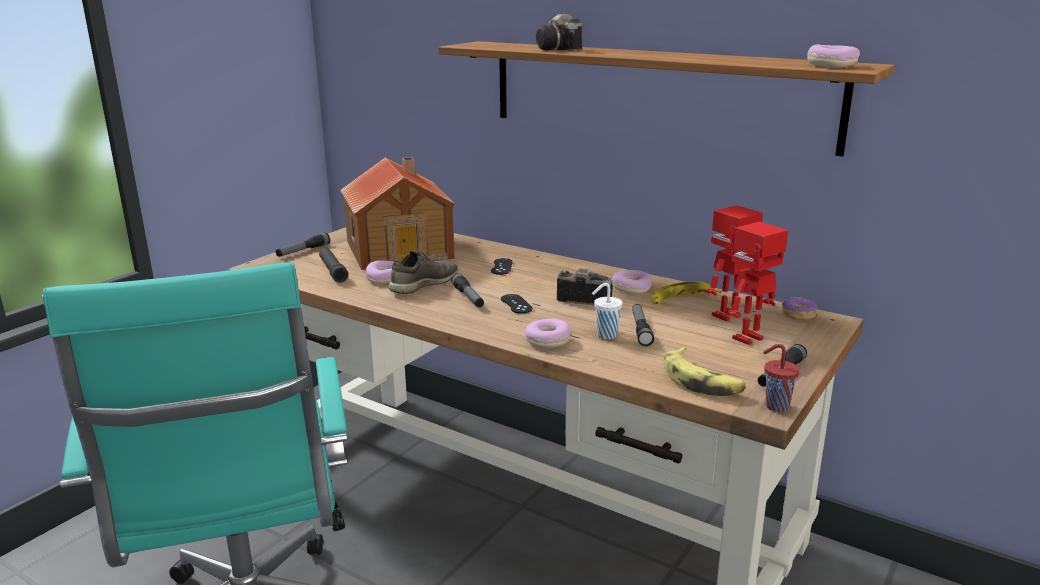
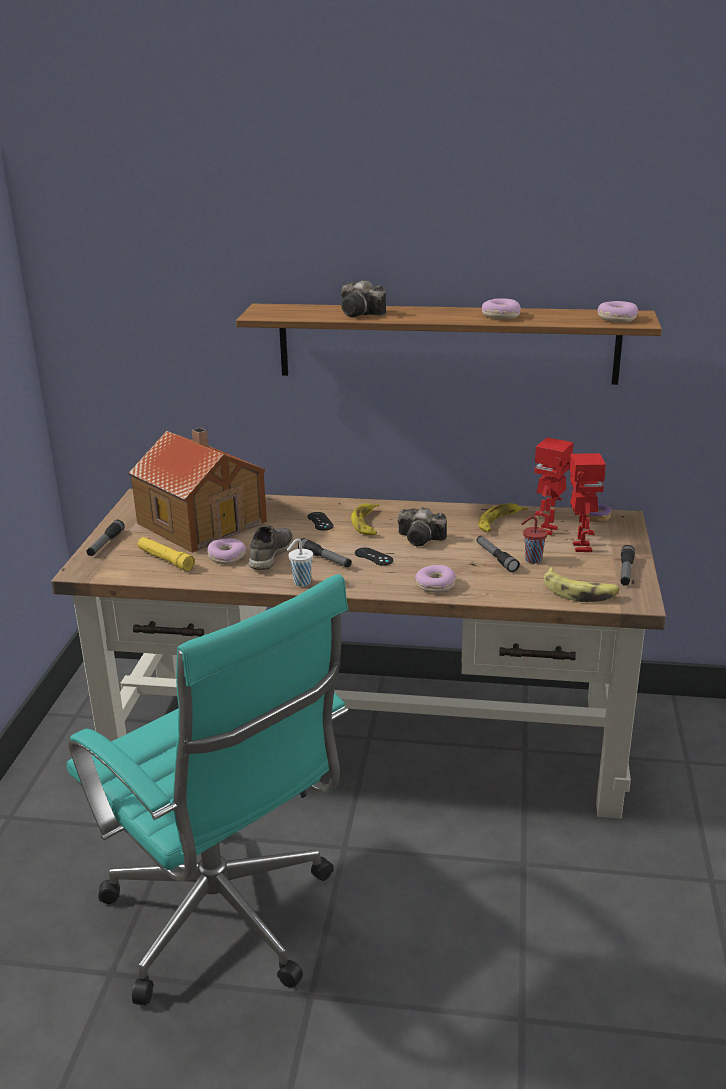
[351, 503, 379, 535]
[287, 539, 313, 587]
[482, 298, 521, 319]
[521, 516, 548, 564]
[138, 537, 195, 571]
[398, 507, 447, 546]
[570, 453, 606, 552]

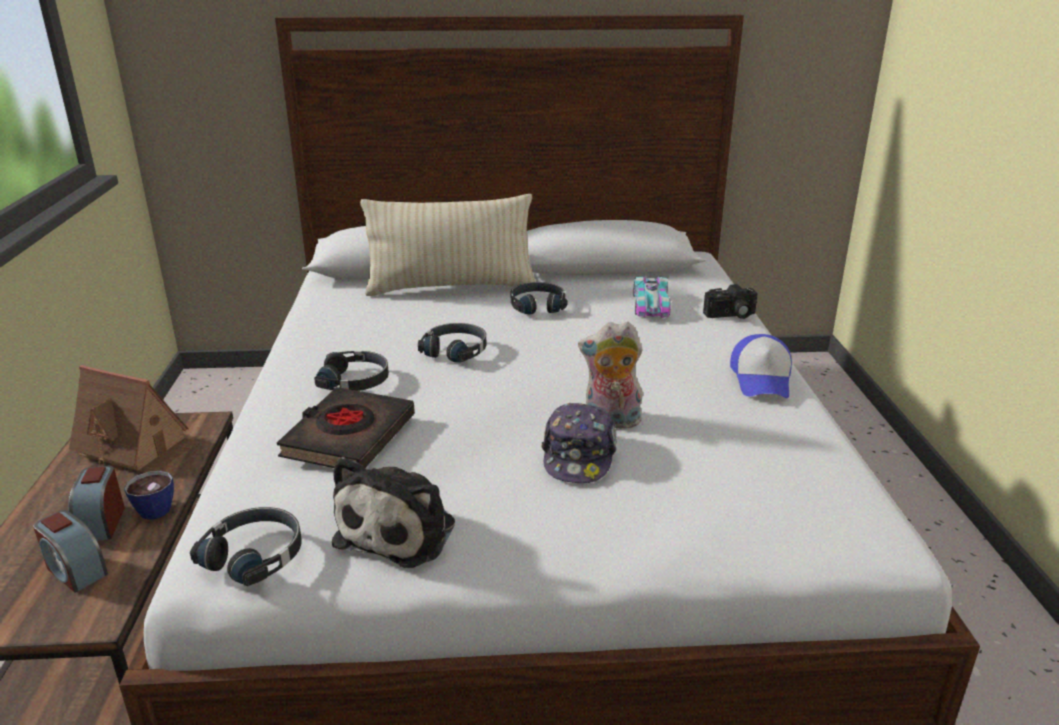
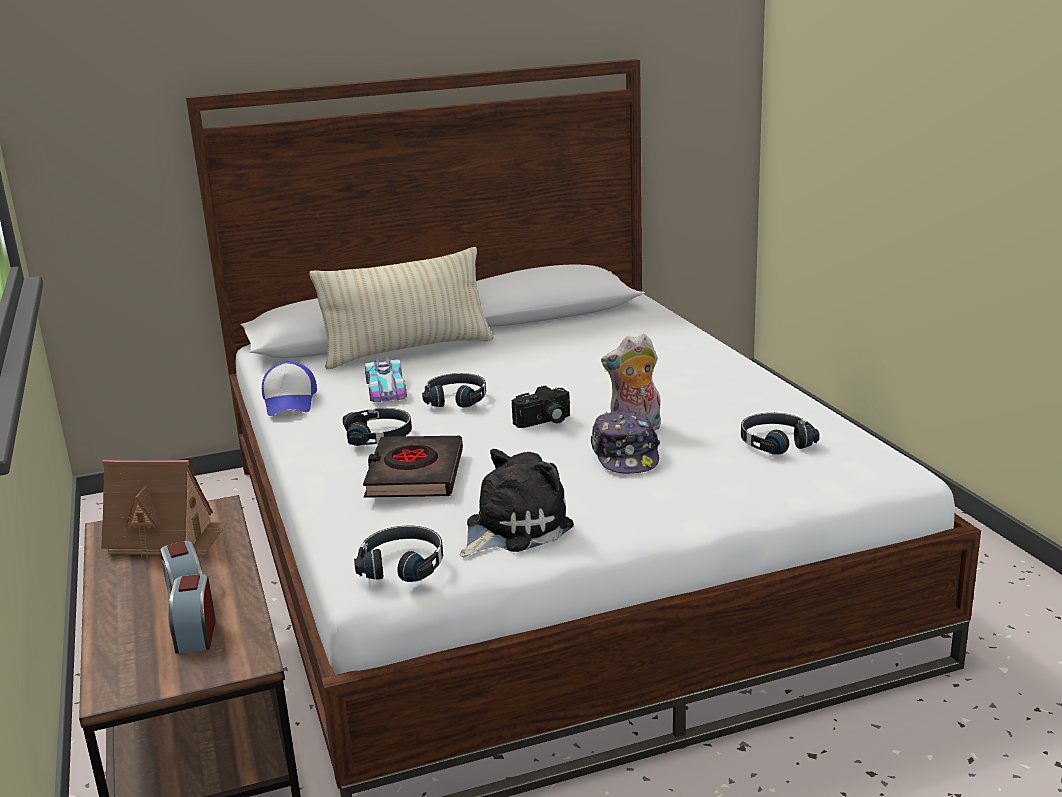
[124, 471, 174, 520] (first image)
[741, 413, 819, 455]
[365, 358, 407, 402]
[512, 386, 570, 428]
[262, 362, 317, 416]
[168, 574, 216, 654]
[460, 449, 574, 557]

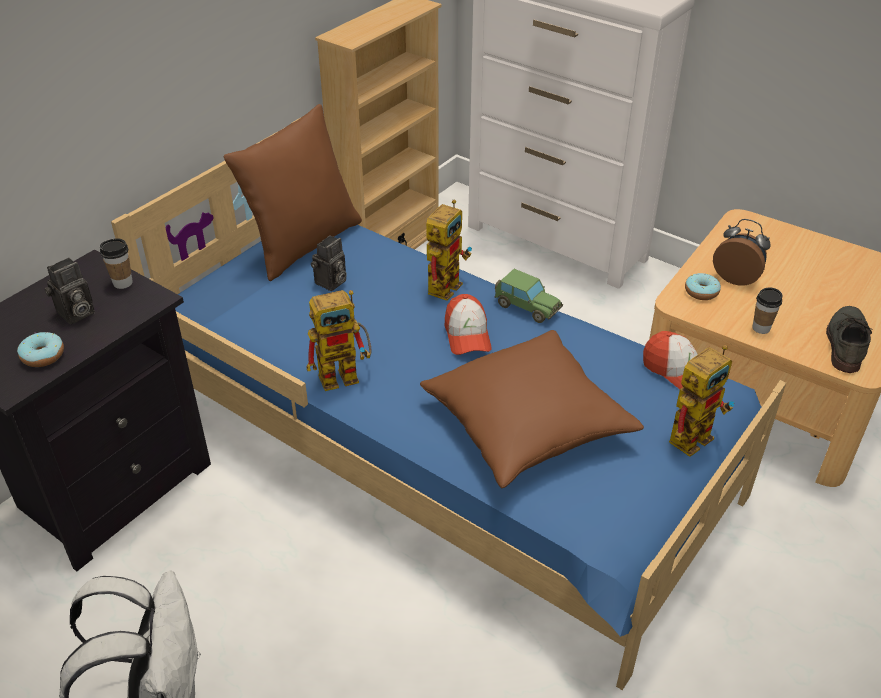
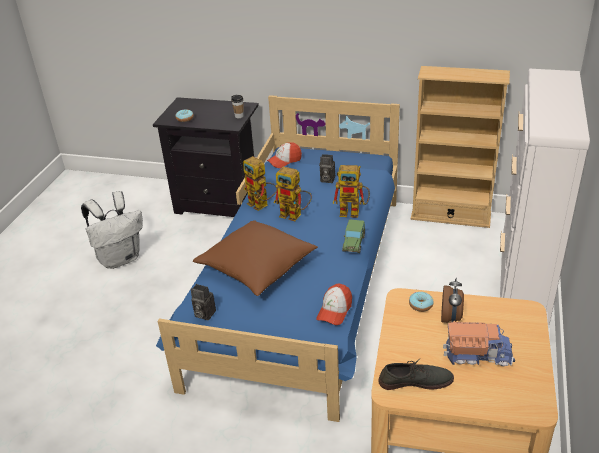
[223, 104, 362, 281] (first image)
[753, 287, 782, 334] (first image)
[443, 322, 515, 366]
[191, 284, 216, 320]
[267, 142, 302, 168]
[274, 167, 312, 221]

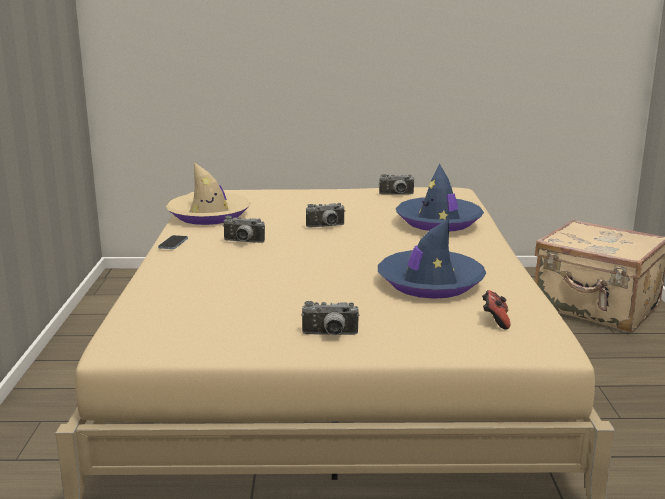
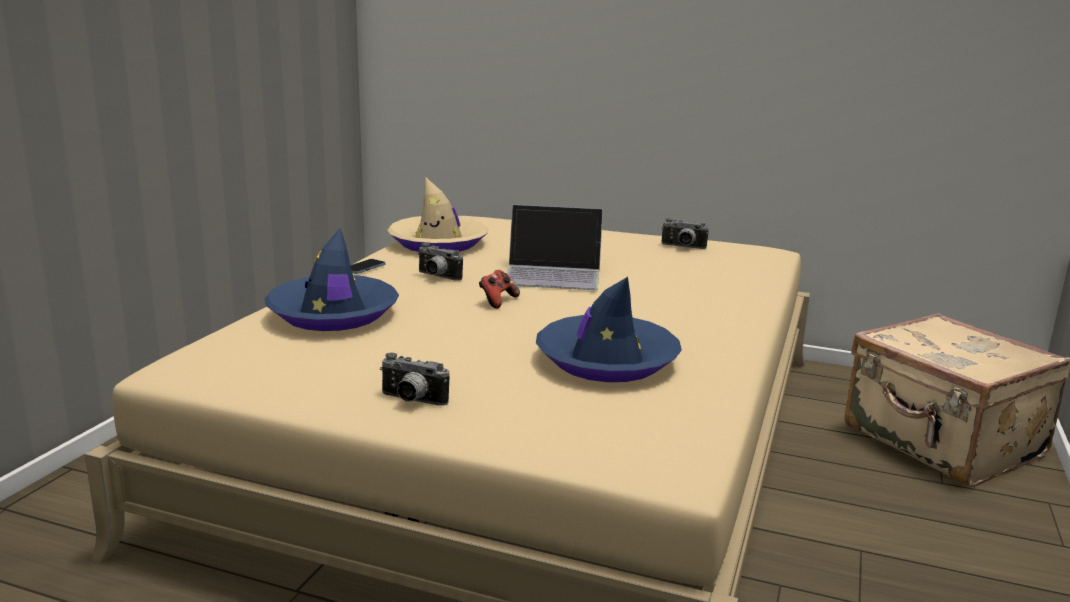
[264, 227, 399, 331]
[479, 270, 520, 309]
[506, 204, 603, 290]

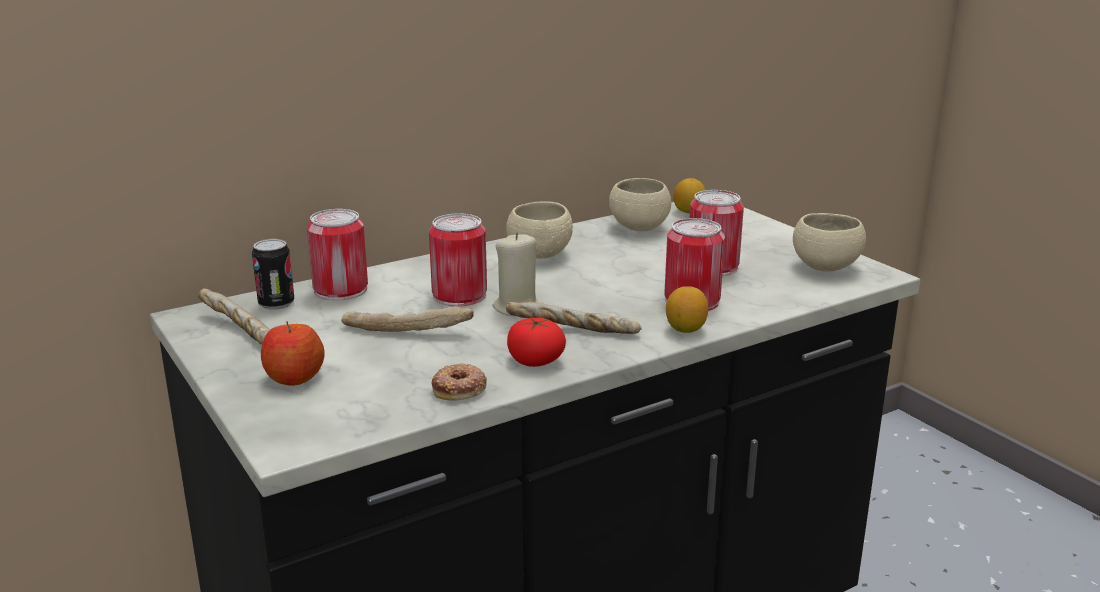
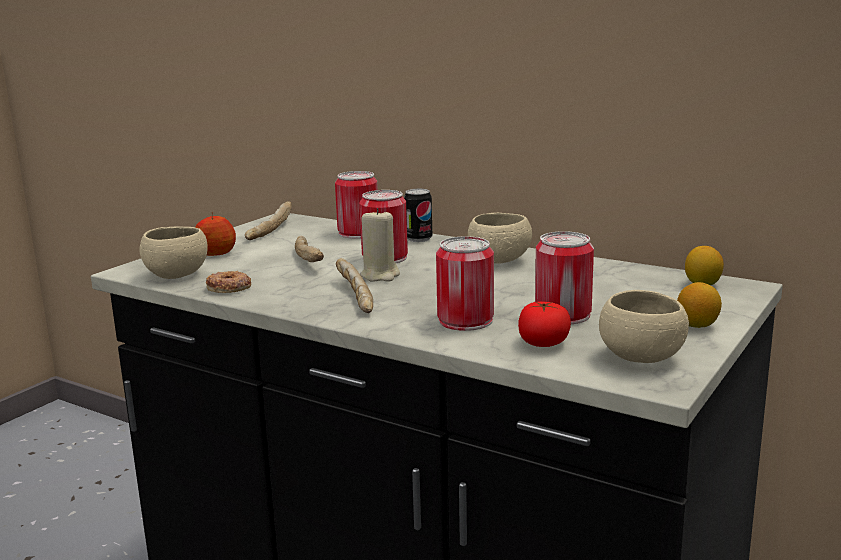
[404, 189, 432, 242]
[518, 302, 571, 347]
[139, 227, 208, 279]
[677, 282, 722, 328]

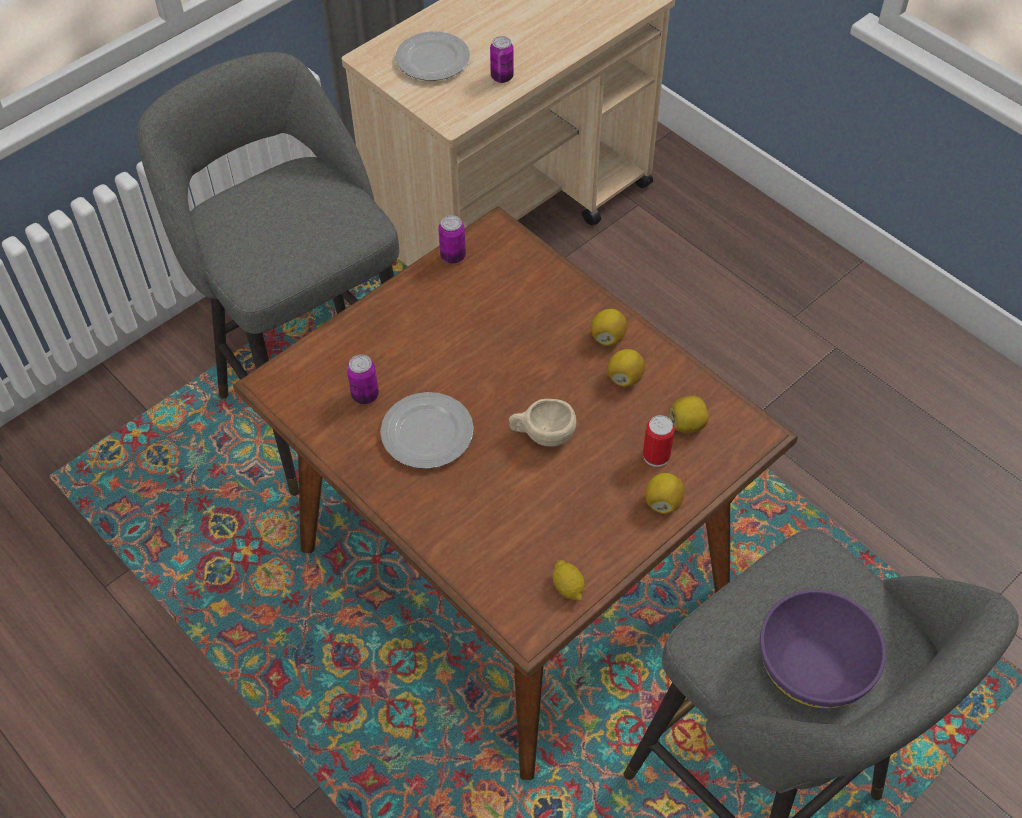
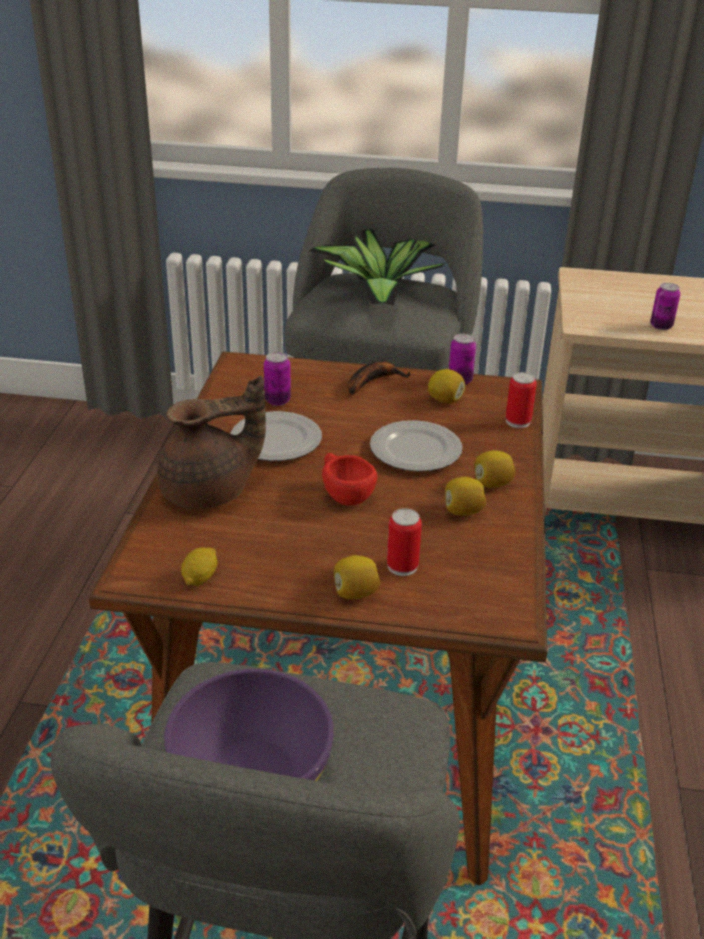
[157, 376, 266, 509]
[309, 229, 448, 305]
[347, 361, 411, 394]
[506, 372, 537, 428]
[370, 420, 462, 472]
[428, 369, 465, 403]
[322, 453, 377, 506]

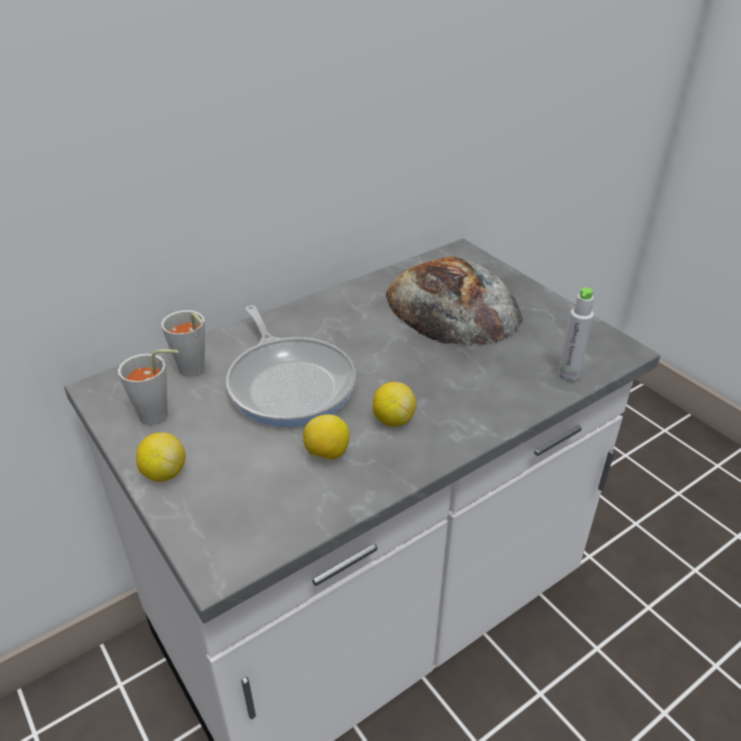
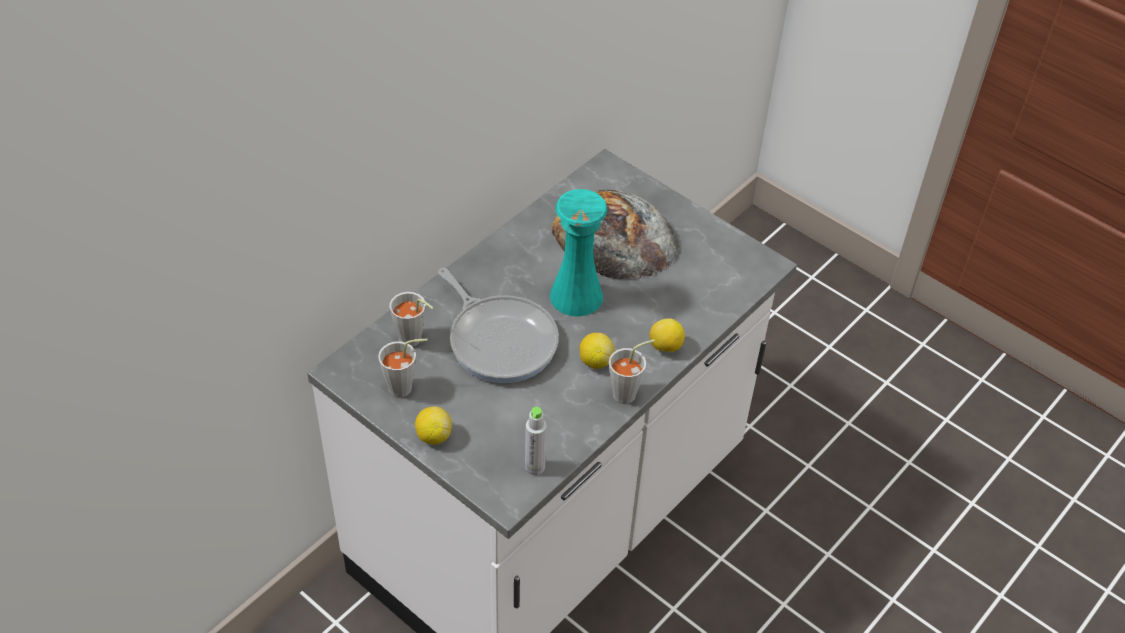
[550, 189, 607, 317]
[609, 339, 655, 404]
[650, 318, 685, 352]
[525, 407, 547, 475]

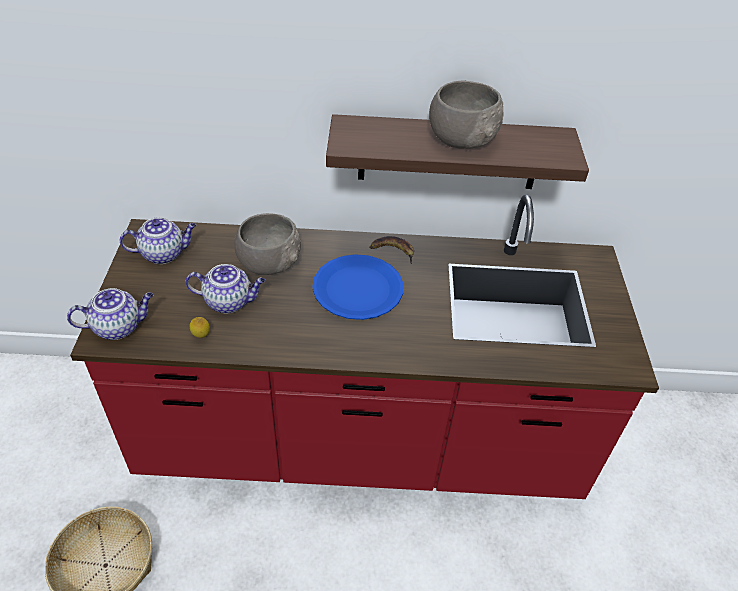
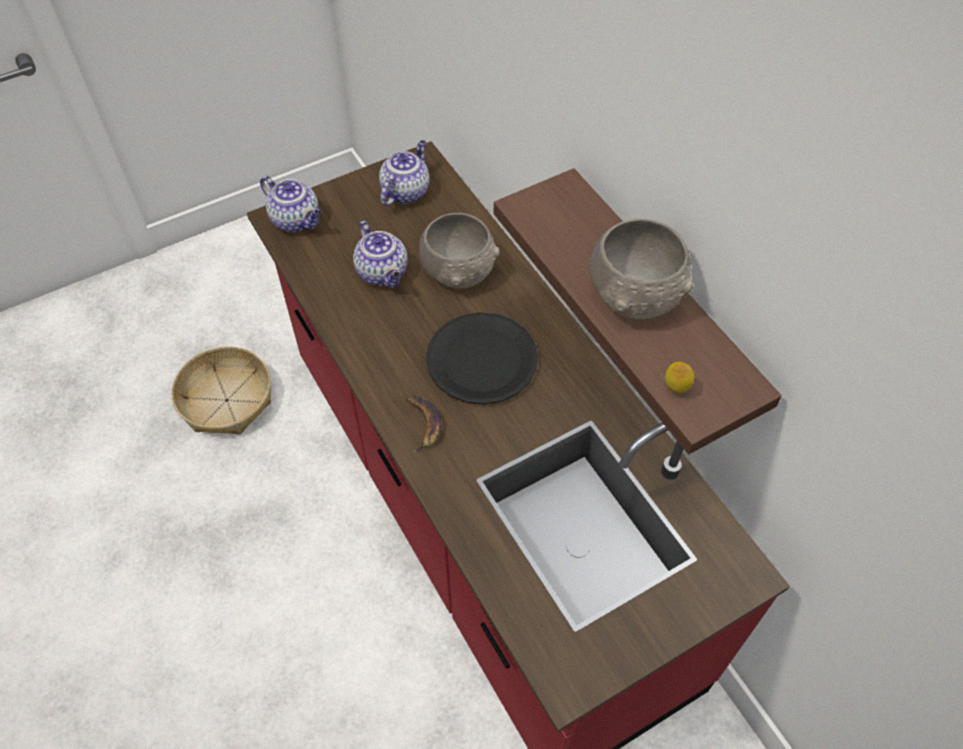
[665, 362, 694, 393]
[406, 396, 441, 453]
[426, 312, 538, 404]
[379, 140, 430, 206]

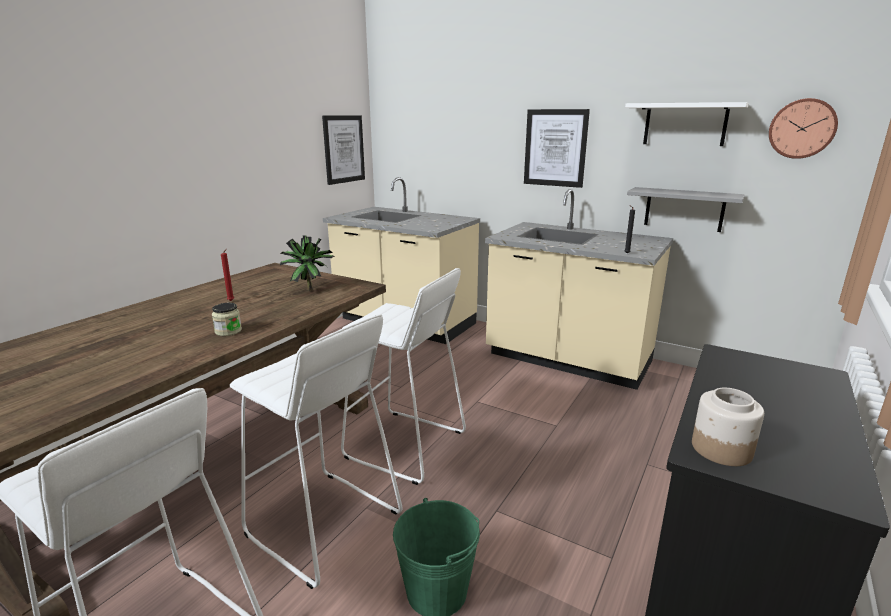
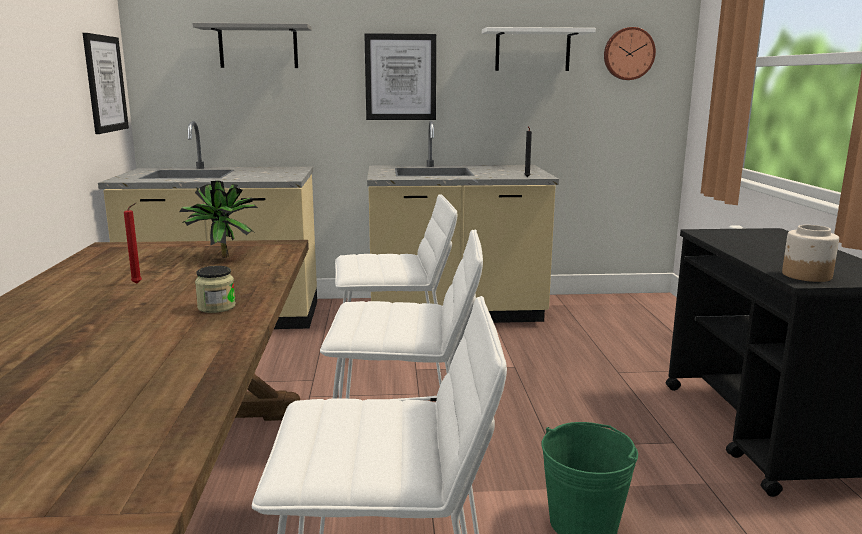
[192, 23, 312, 68]

